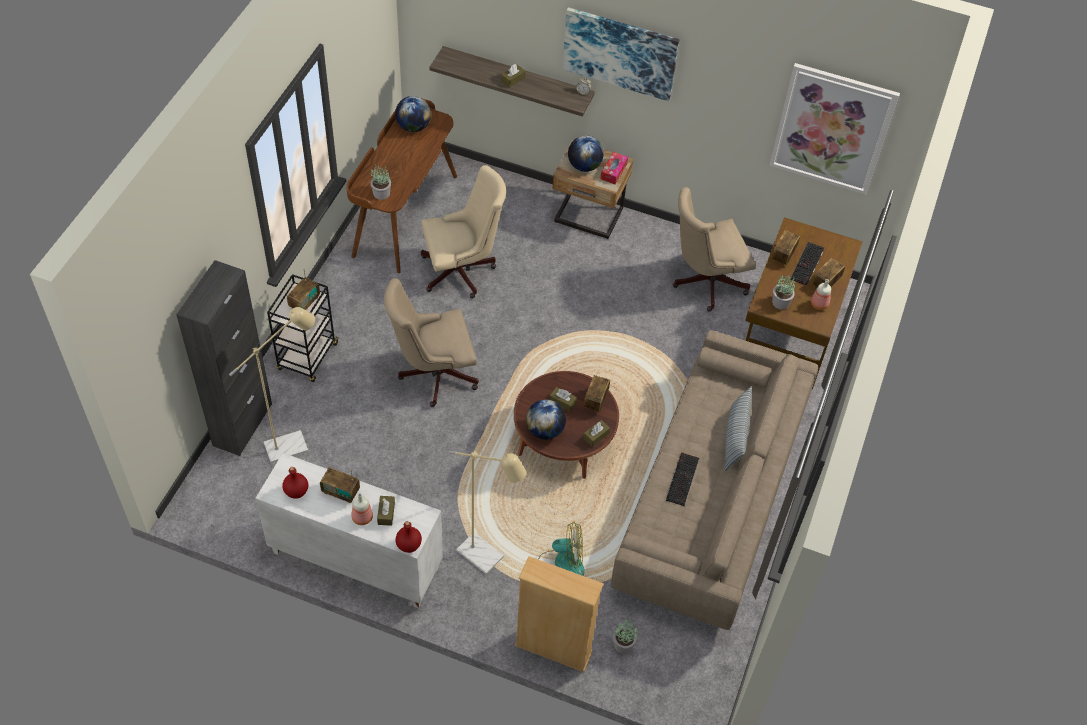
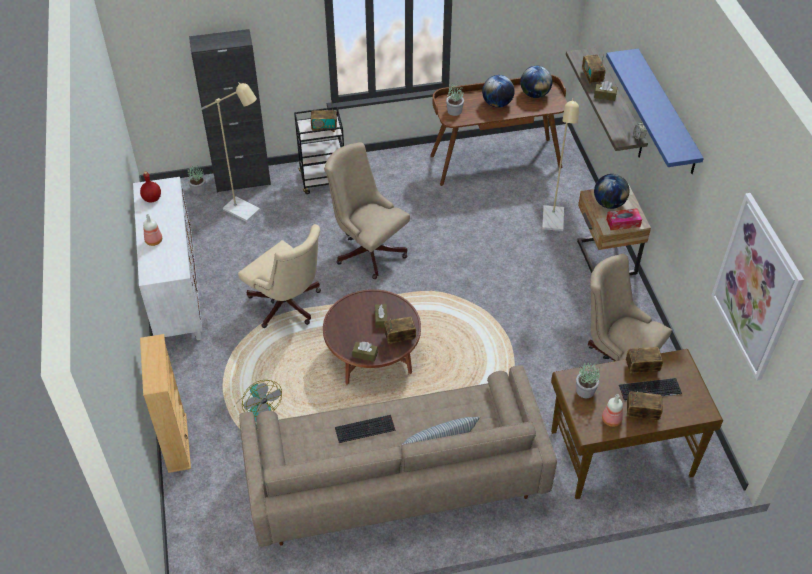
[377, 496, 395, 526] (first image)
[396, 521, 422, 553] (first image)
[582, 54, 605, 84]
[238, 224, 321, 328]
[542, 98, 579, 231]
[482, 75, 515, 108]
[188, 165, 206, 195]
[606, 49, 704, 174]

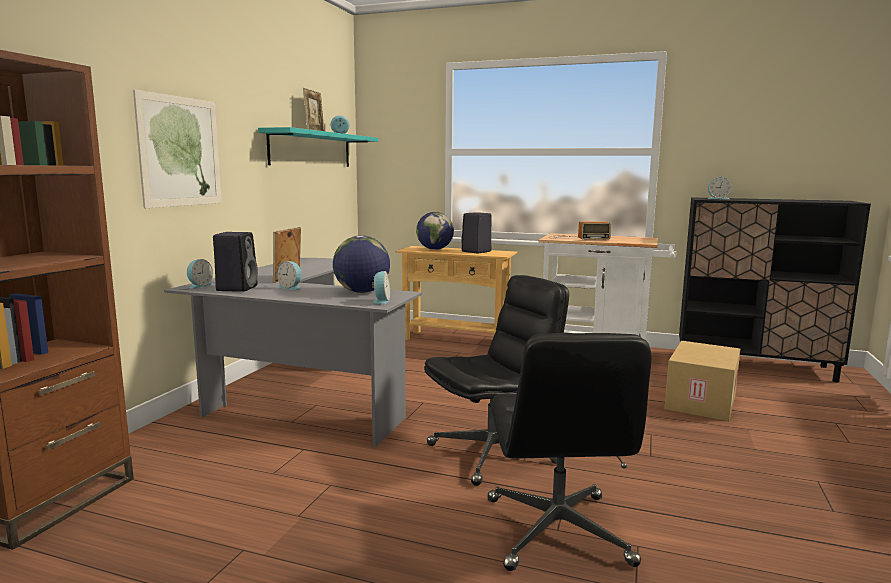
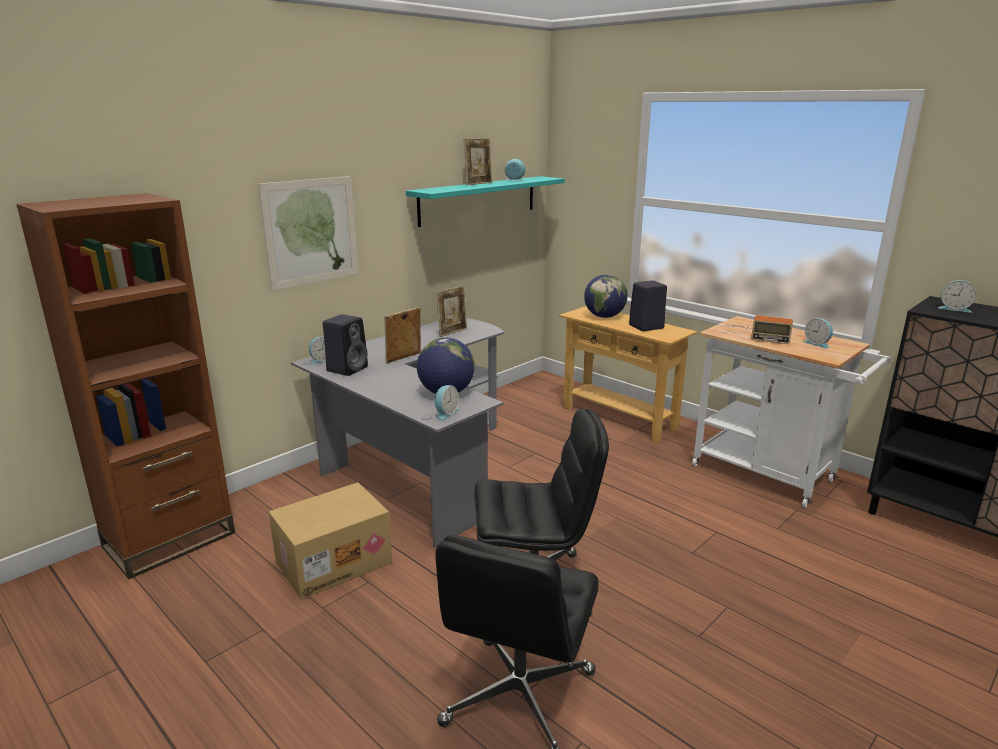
[436, 286, 467, 337]
[803, 318, 833, 349]
[269, 482, 392, 600]

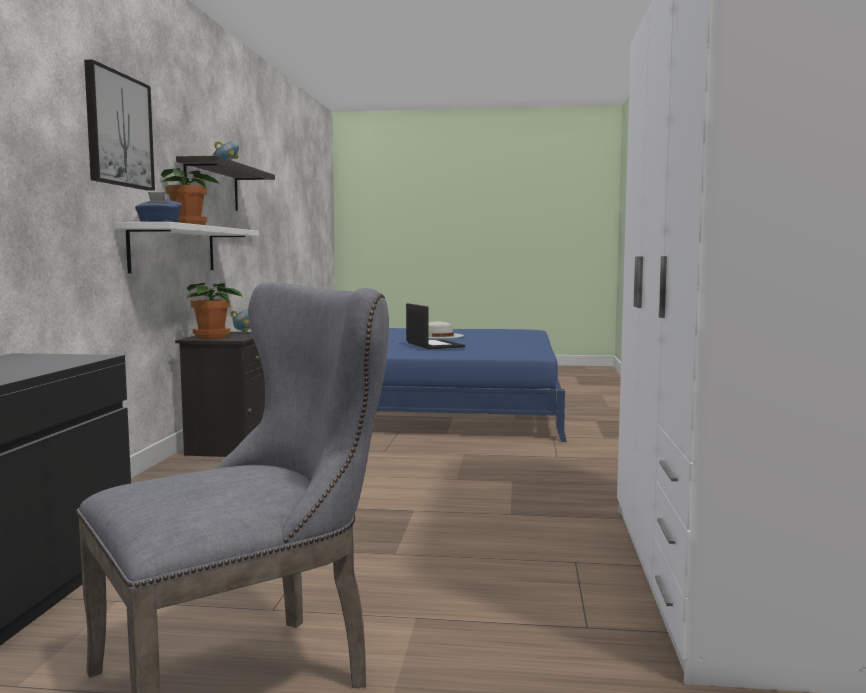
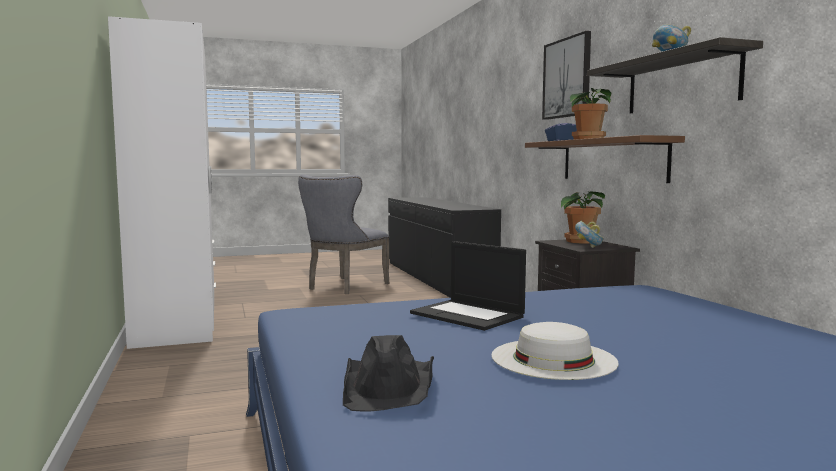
[343, 335, 434, 411]
[525, 135, 685, 183]

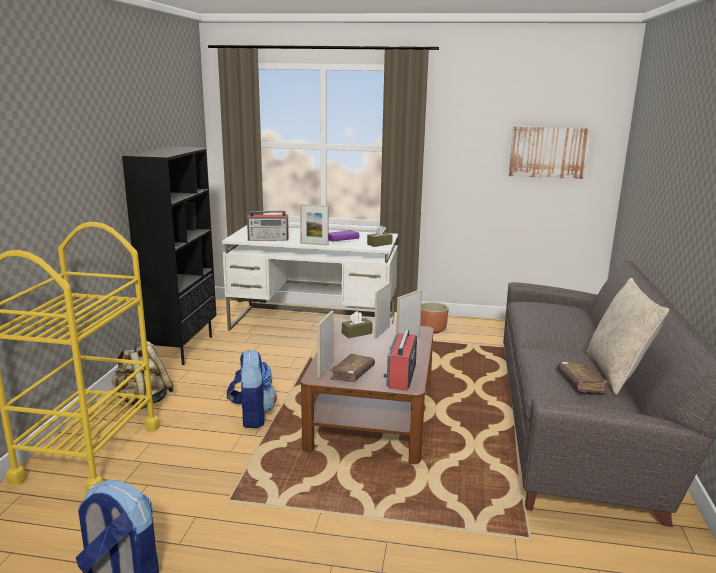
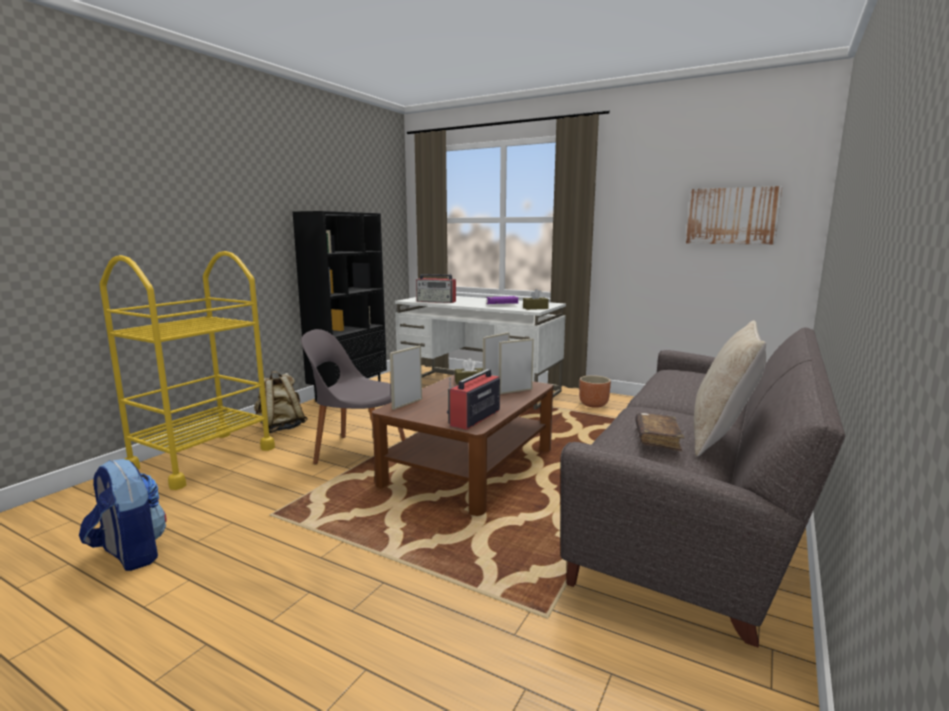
[300, 204, 329, 246] (first image)
[329, 354, 375, 382] (first image)
[301, 329, 406, 464]

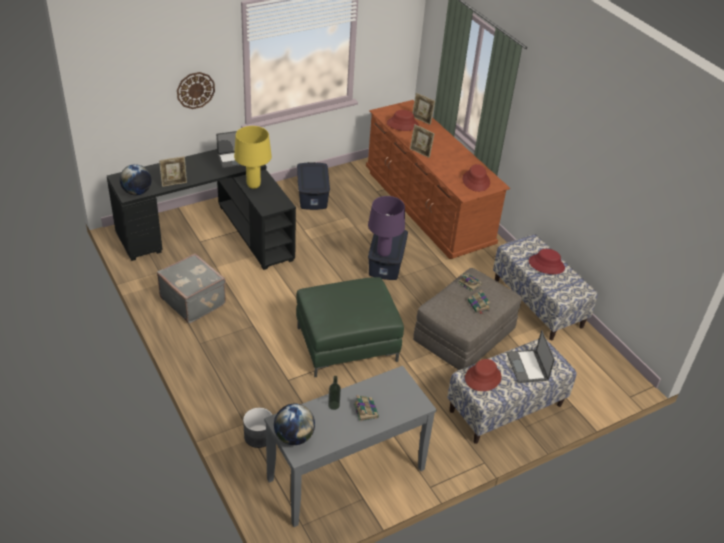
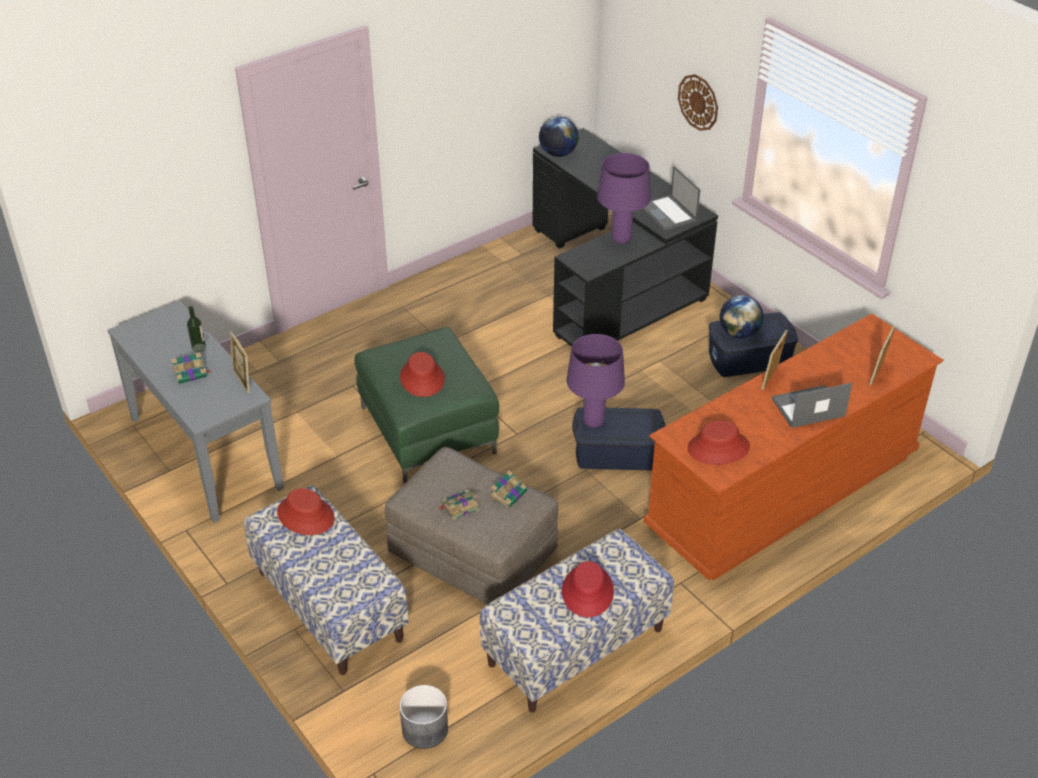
[157, 253, 226, 323] (first image)
[230, 332, 249, 393]
[399, 685, 448, 749]
[720, 295, 764, 338]
[400, 352, 445, 397]
[771, 383, 852, 428]
[597, 153, 651, 244]

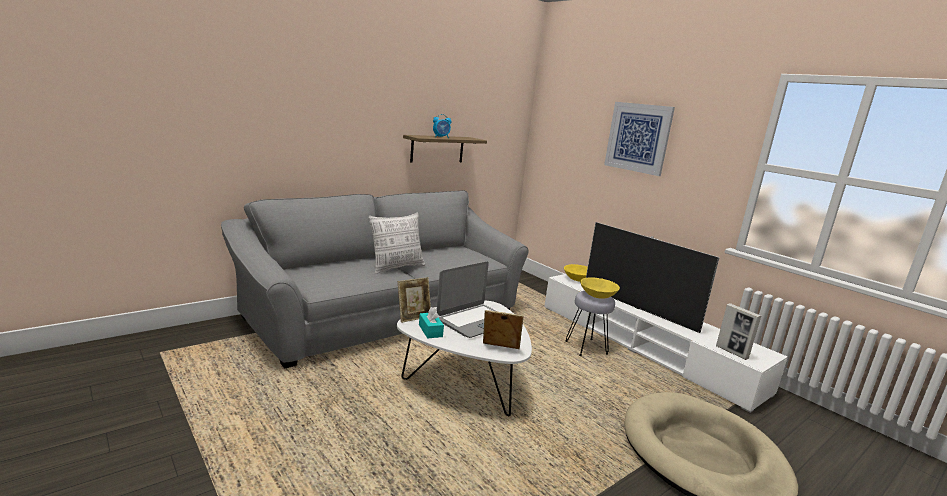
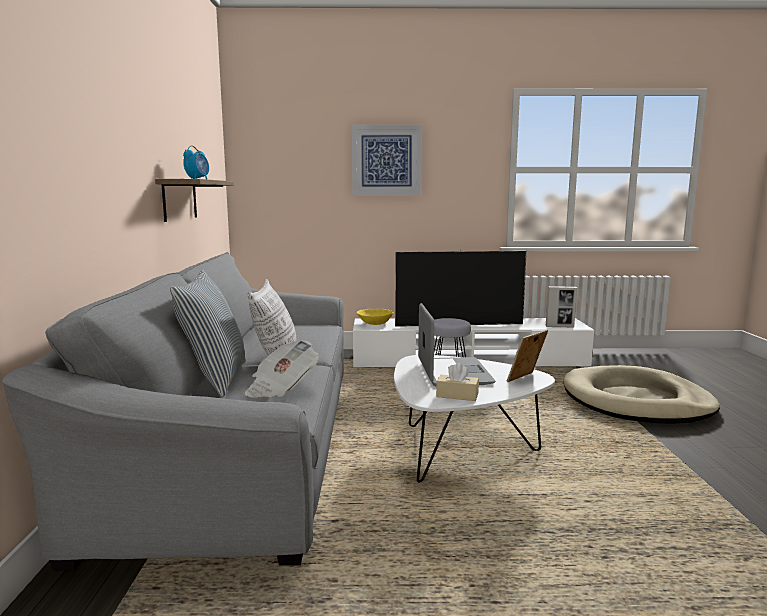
[398, 277, 431, 323] (first image)
[580, 277, 620, 299] (first image)
[170, 270, 246, 397]
[245, 340, 319, 398]
[436, 363, 479, 401]

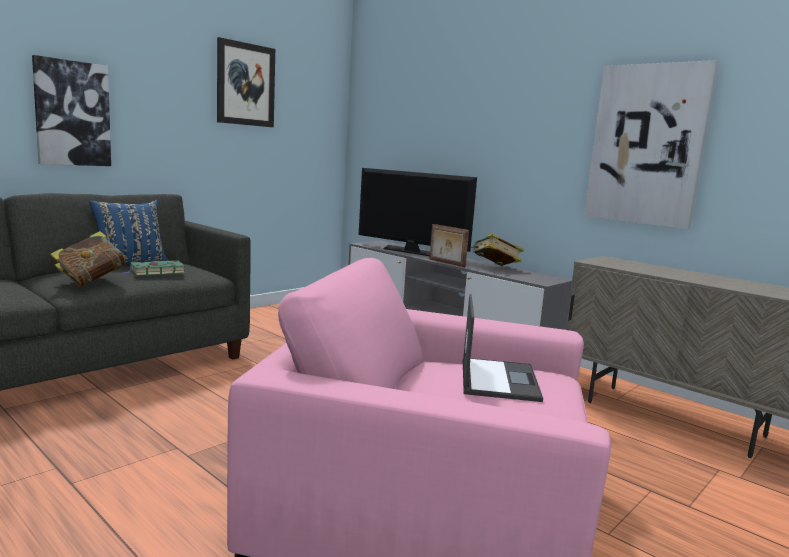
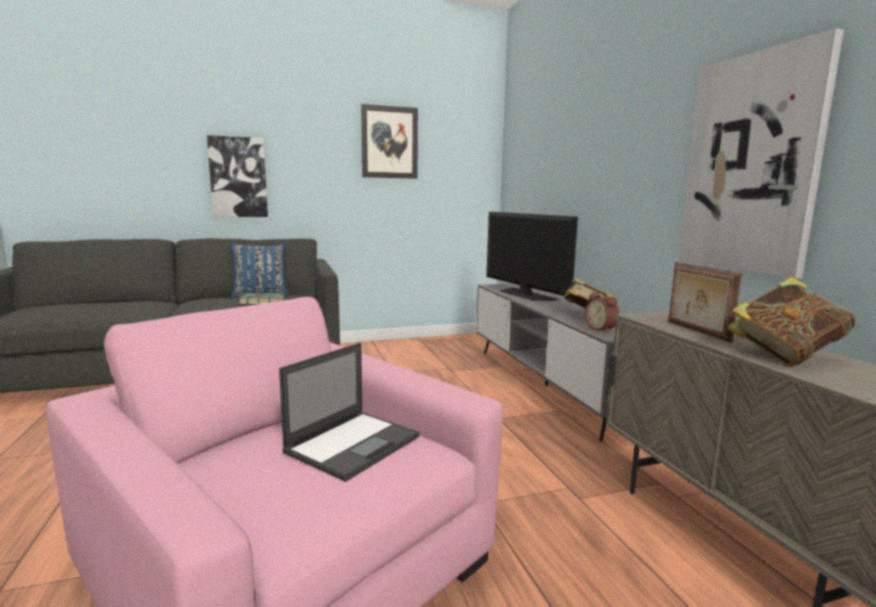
[585, 292, 619, 333]
[727, 277, 855, 366]
[668, 262, 742, 343]

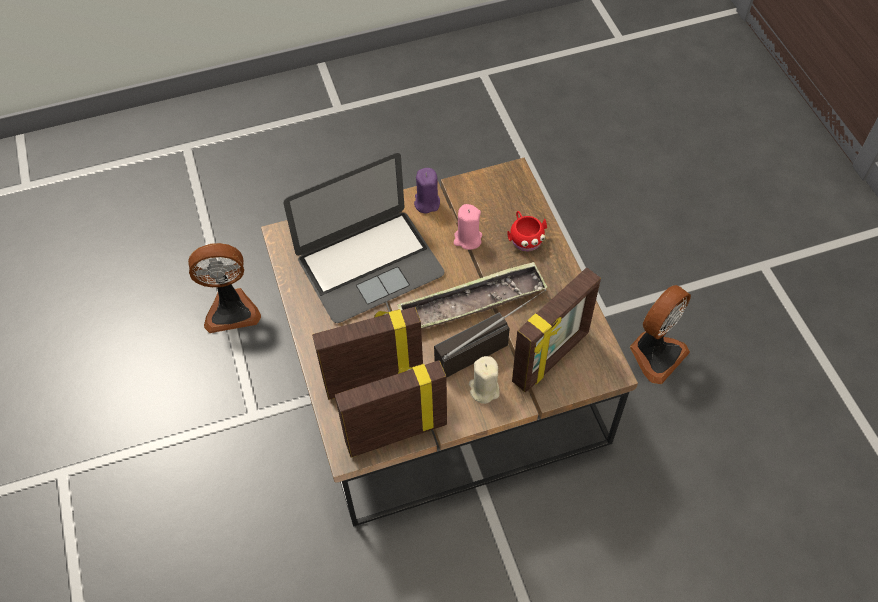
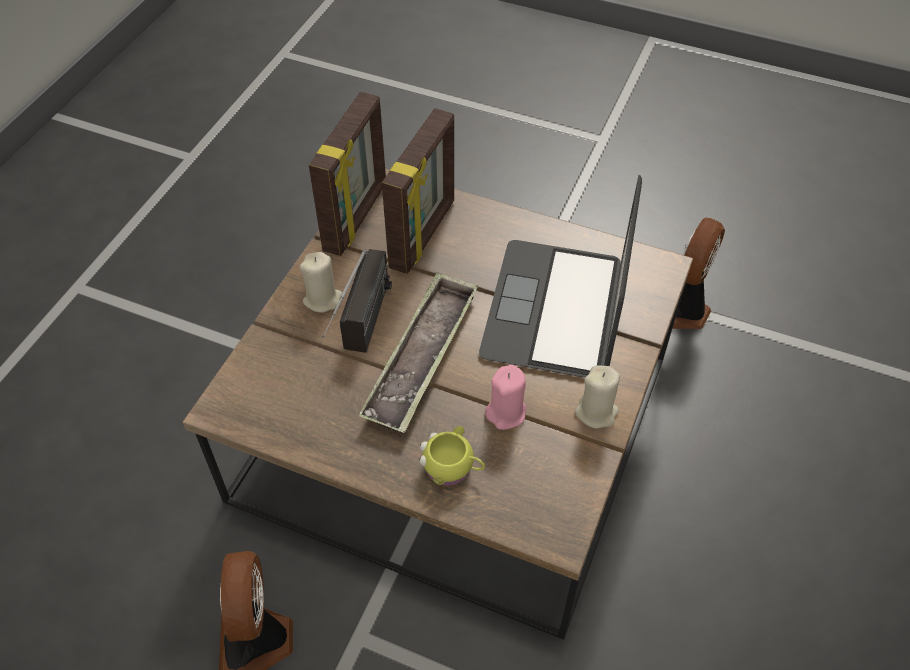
[512, 267, 601, 392] (first image)
[575, 366, 620, 429]
[419, 426, 485, 486]

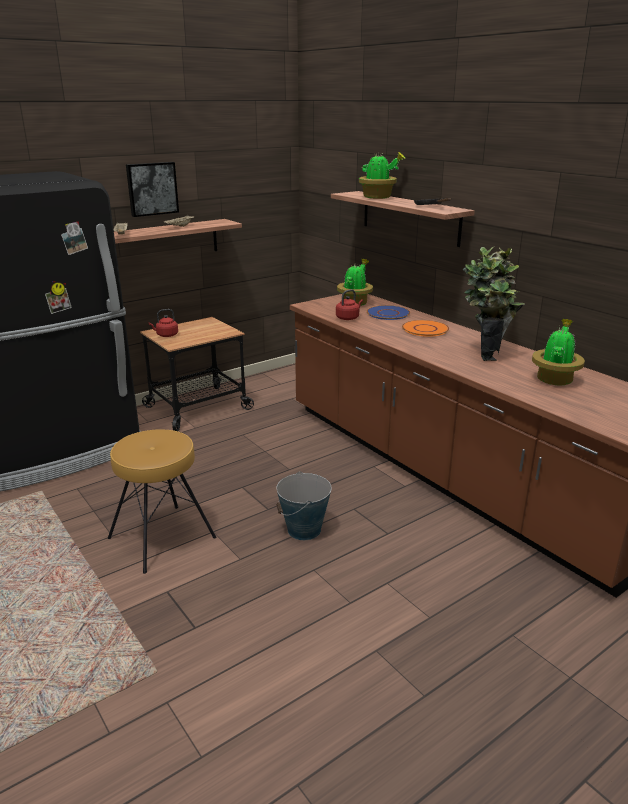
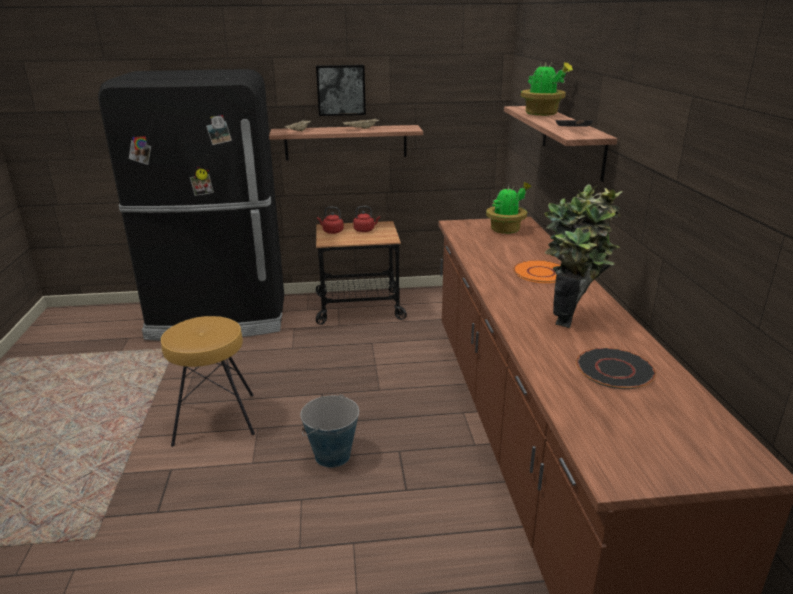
[367, 305, 410, 320] (first image)
[353, 206, 380, 232]
[576, 348, 656, 389]

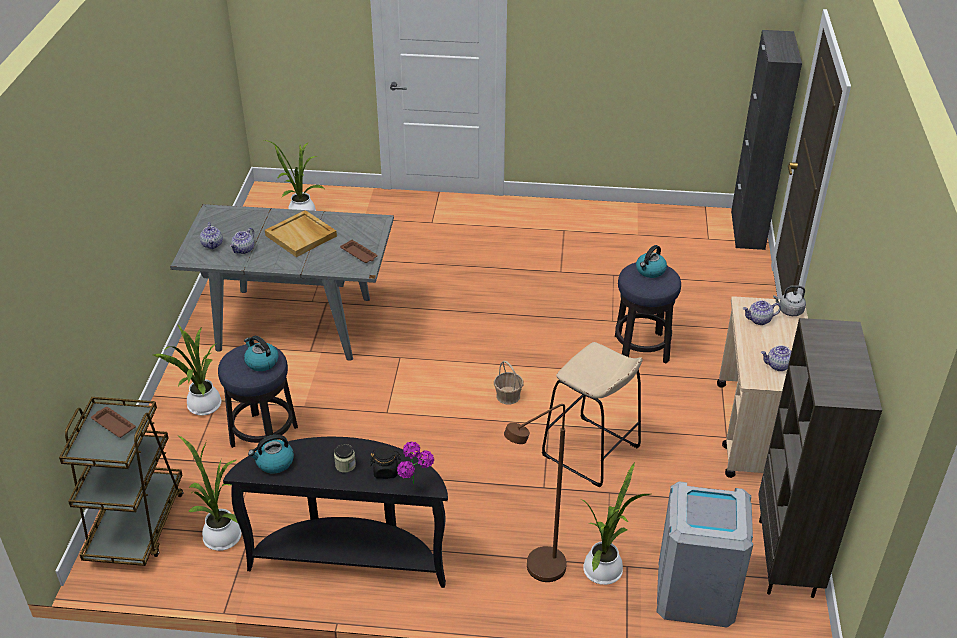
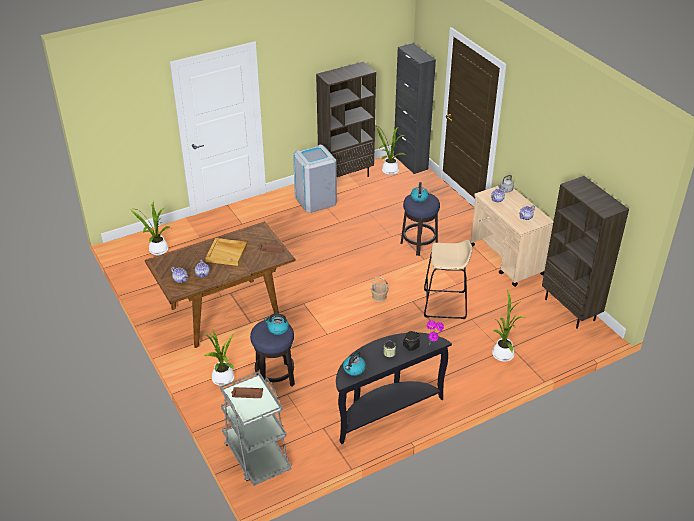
[504, 404, 567, 582] (first image)
[316, 62, 376, 177]
[375, 125, 406, 175]
[293, 145, 337, 213]
[220, 371, 291, 486]
[145, 221, 296, 348]

